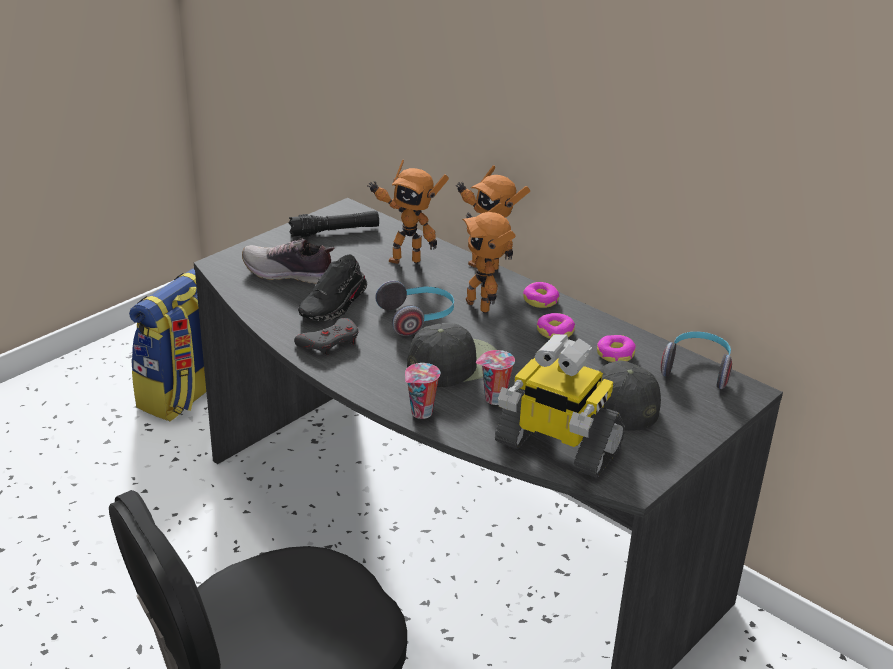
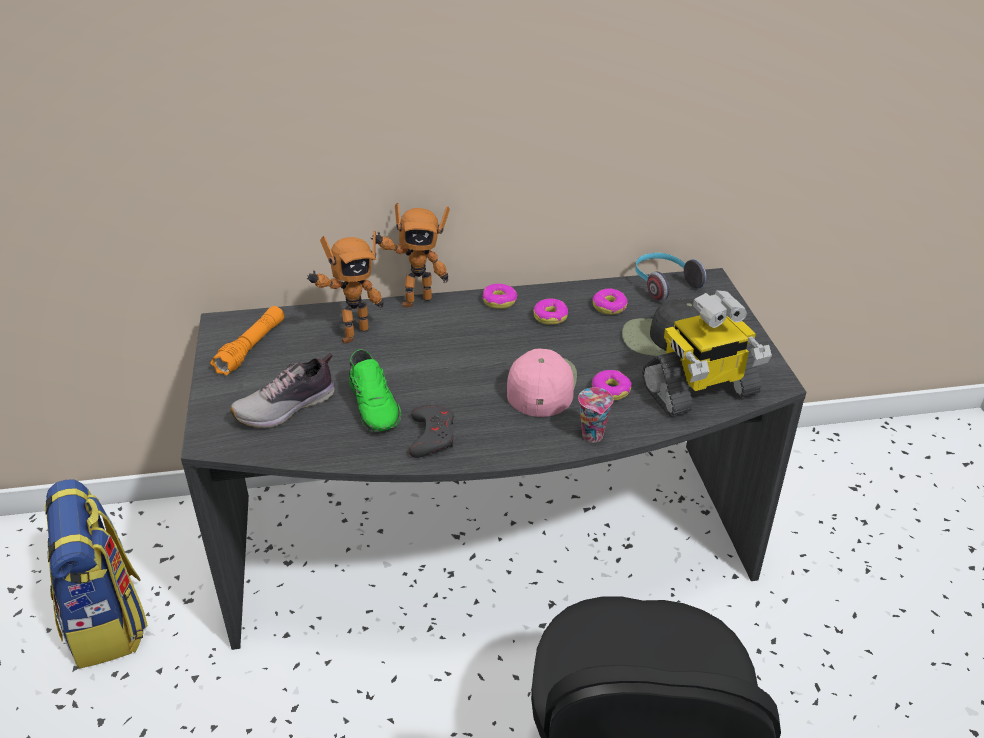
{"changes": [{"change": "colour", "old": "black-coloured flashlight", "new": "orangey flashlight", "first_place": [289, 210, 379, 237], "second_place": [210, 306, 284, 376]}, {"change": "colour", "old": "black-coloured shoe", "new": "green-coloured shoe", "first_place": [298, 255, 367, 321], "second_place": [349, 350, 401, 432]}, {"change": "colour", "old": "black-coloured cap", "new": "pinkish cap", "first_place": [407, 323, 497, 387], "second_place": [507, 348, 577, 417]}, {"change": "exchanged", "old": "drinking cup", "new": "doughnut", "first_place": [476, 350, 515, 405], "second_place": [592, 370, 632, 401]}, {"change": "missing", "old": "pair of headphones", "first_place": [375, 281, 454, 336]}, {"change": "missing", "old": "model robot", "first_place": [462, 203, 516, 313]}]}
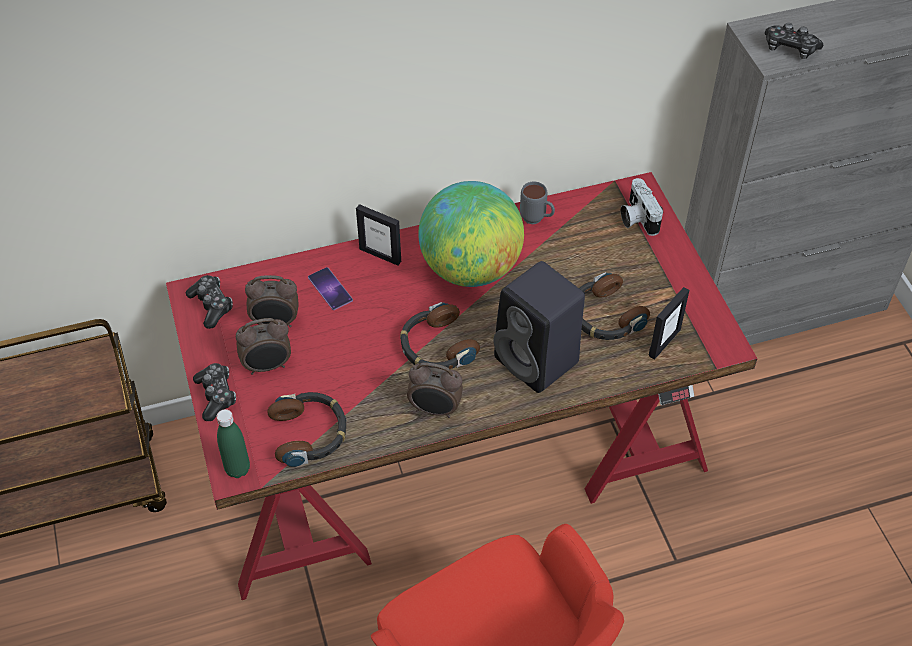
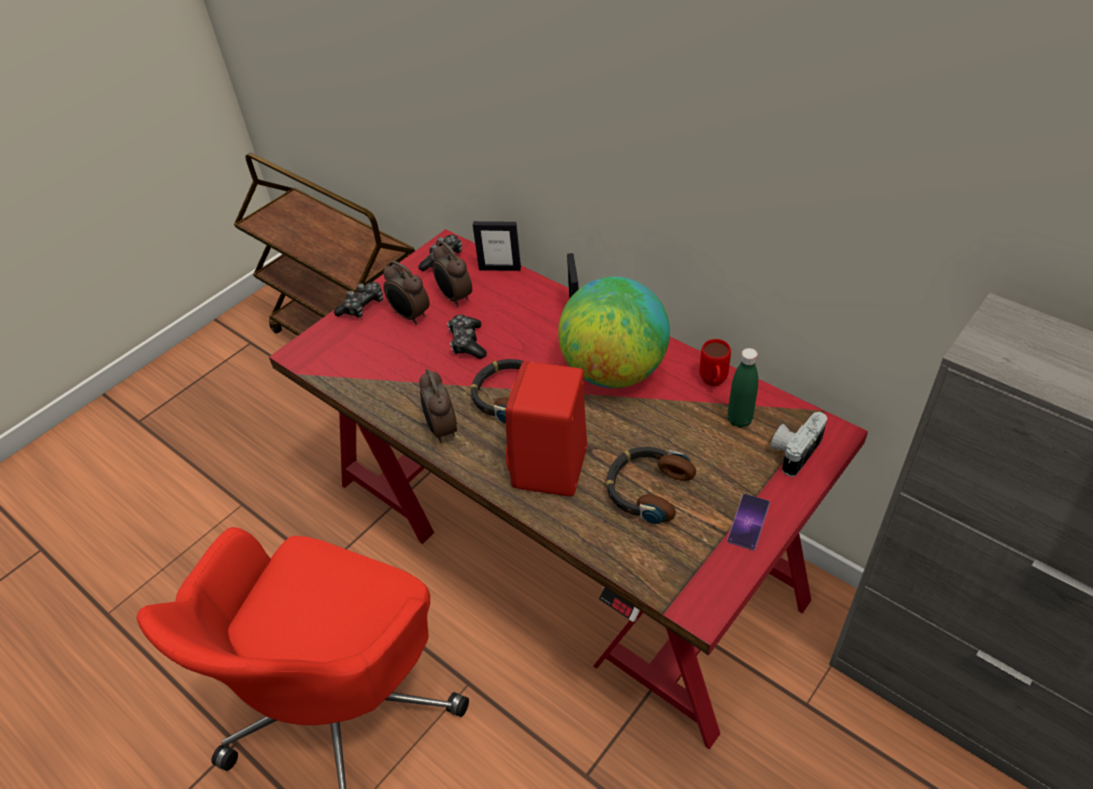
{"changes": [{"change": "relocated", "old": "gamepad", "first_place": [765, 23, 823, 59], "second_place": [447, 315, 487, 359]}, {"change": "relocated", "old": "photo frame", "first_place": [649, 287, 689, 360], "second_place": [473, 221, 521, 271]}, {"change": "colour", "old": "black-coloured audio speaker", "new": "red audio speaker", "first_place": [494, 261, 585, 393], "second_place": [506, 361, 587, 497]}, {"change": "colour", "old": "greyish coffee mug", "new": "red coffee mug", "first_place": [520, 182, 555, 224], "second_place": [699, 339, 731, 386]}, {"change": "relocated", "old": "phone", "first_place": [308, 267, 353, 310], "second_place": [727, 494, 770, 551]}, {"change": "relocated", "old": "green-coloured bottle", "first_place": [217, 409, 250, 478], "second_place": [728, 348, 758, 428]}, {"change": "missing", "old": "pair of headphones", "first_place": [267, 392, 347, 467]}]}
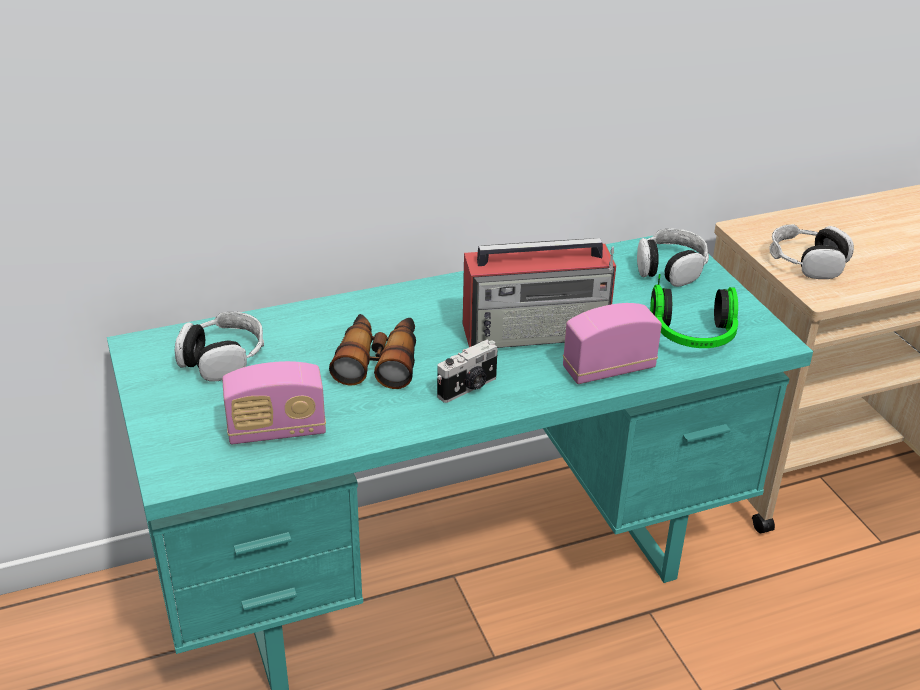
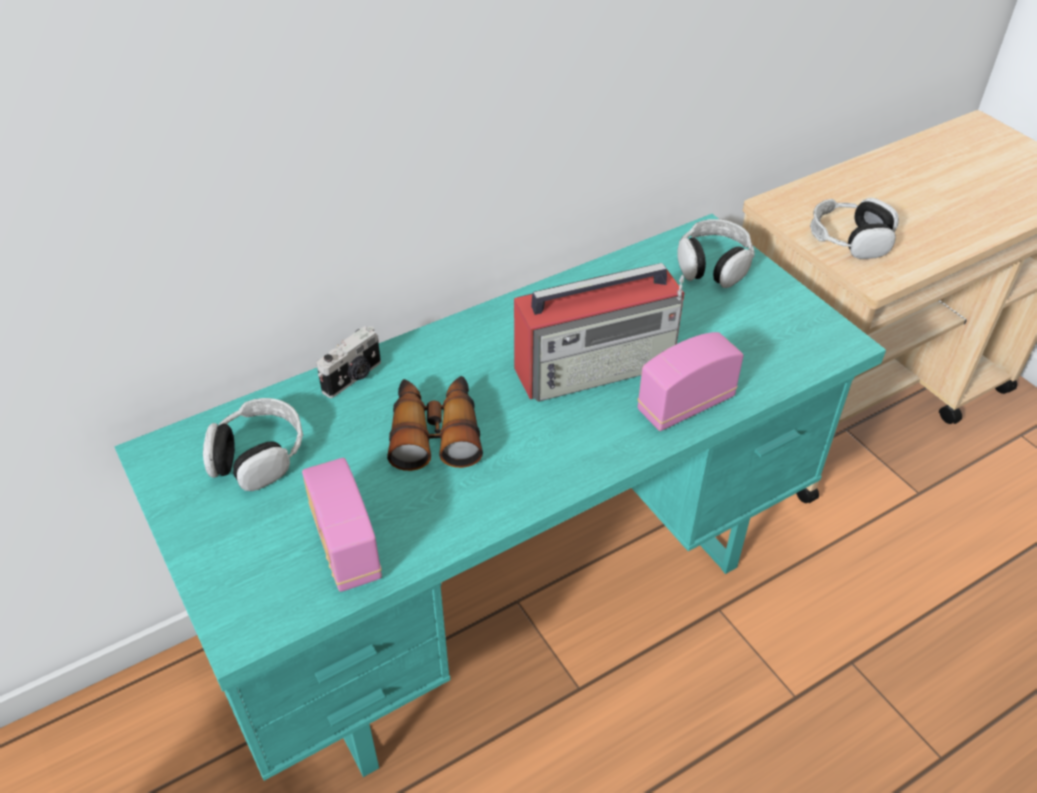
{"changes": [{"change": "spun", "old": "radio set", "first_place": [222, 361, 326, 444], "second_place": [302, 458, 382, 592], "degrees": 90}, {"change": "relocated", "old": "still camera", "first_place": [437, 340, 498, 403], "second_place": [316, 326, 381, 398]}, {"change": "missing", "old": "pair of headphones", "first_place": [650, 274, 738, 348]}]}
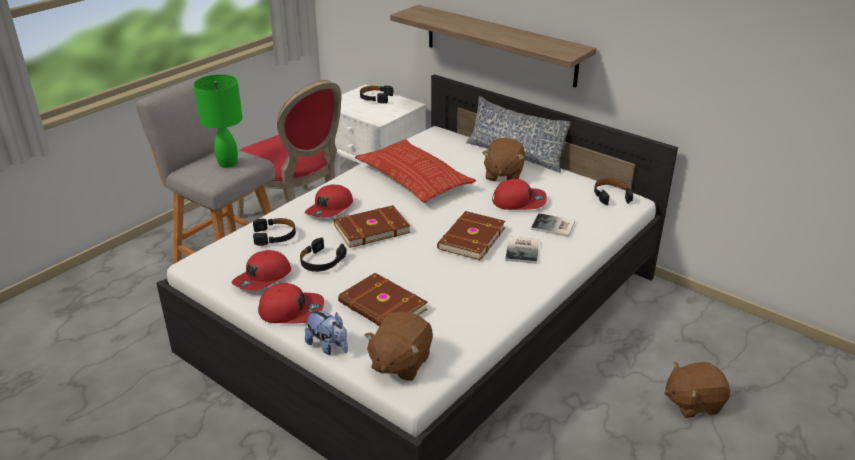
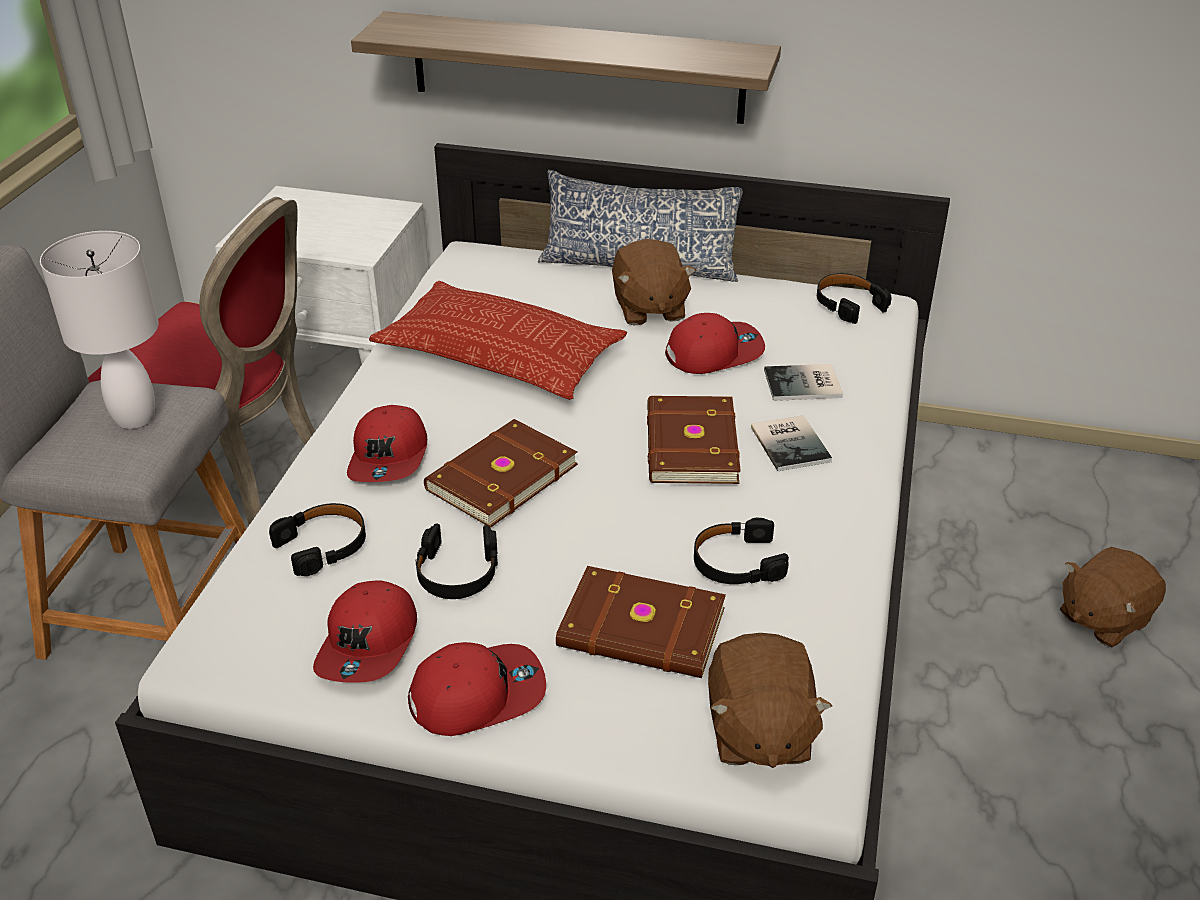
{"changes": [{"change": "colour", "old": "green-coloured table lamp", "new": "white table lamp", "first_place": [194, 75, 243, 168], "second_place": [40, 231, 159, 429]}, {"change": "relocated", "old": "black-coloured pair of headphones", "first_place": [360, 86, 393, 103], "second_place": [694, 518, 789, 584]}, {"change": "missing", "old": "soft toy", "first_place": [305, 309, 348, 355]}]}
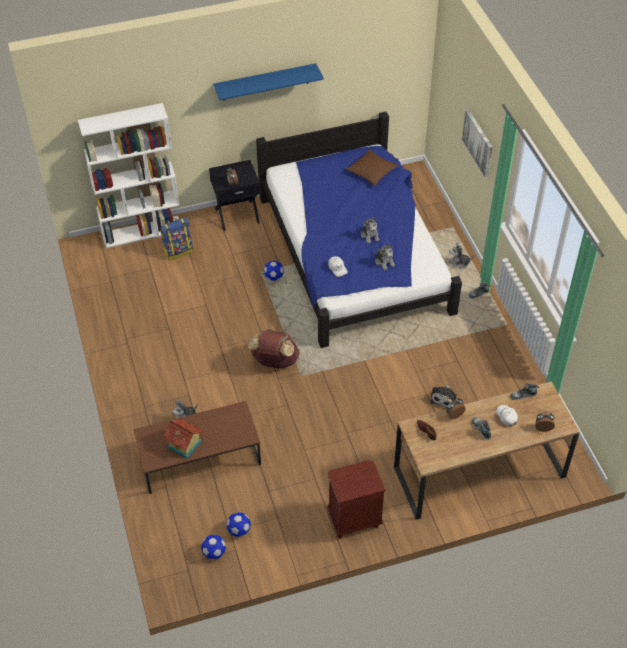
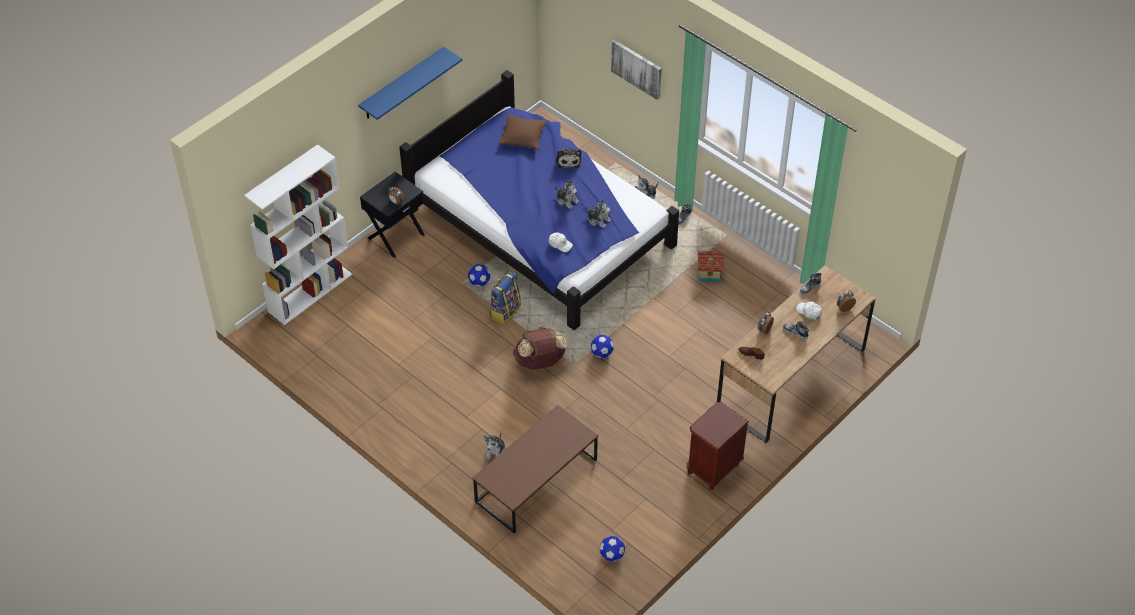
{"changes": [{"change": "relocated", "old": "rucksack", "first_place": [160, 217, 193, 260], "second_place": [490, 272, 521, 325]}, {"change": "relocated", "old": "soft toy", "first_place": [430, 384, 456, 408], "second_place": [556, 148, 581, 169]}, {"change": "relocated", "old": "football ball", "first_place": [227, 512, 251, 537], "second_place": [591, 335, 614, 358]}, {"change": "relocated", "old": "model house", "first_place": [163, 418, 203, 458], "second_place": [698, 251, 724, 282]}]}
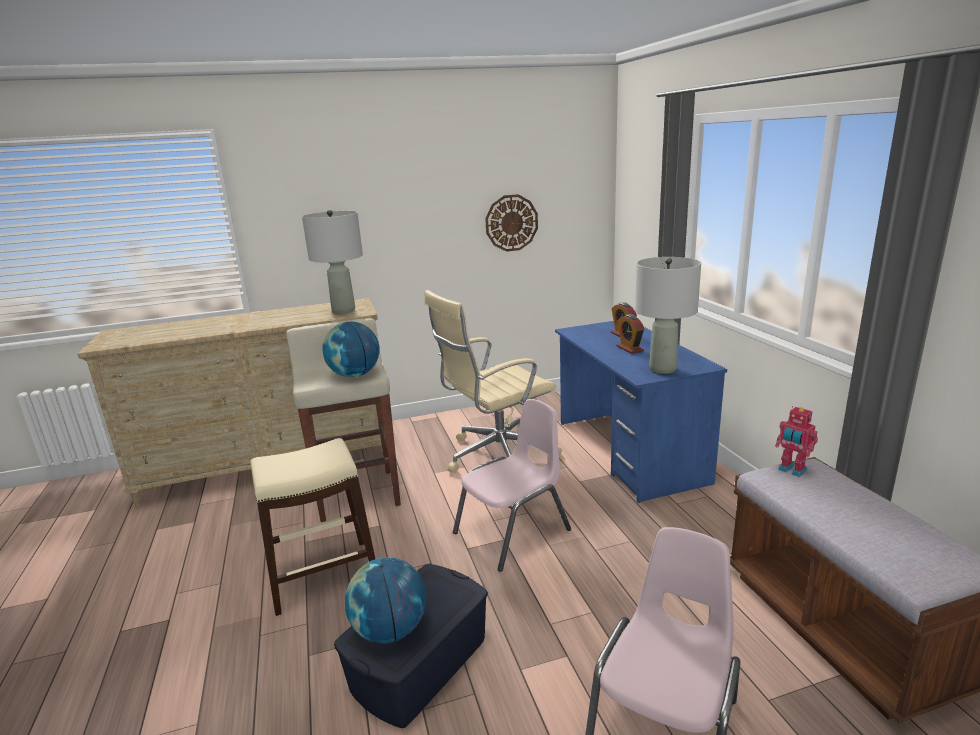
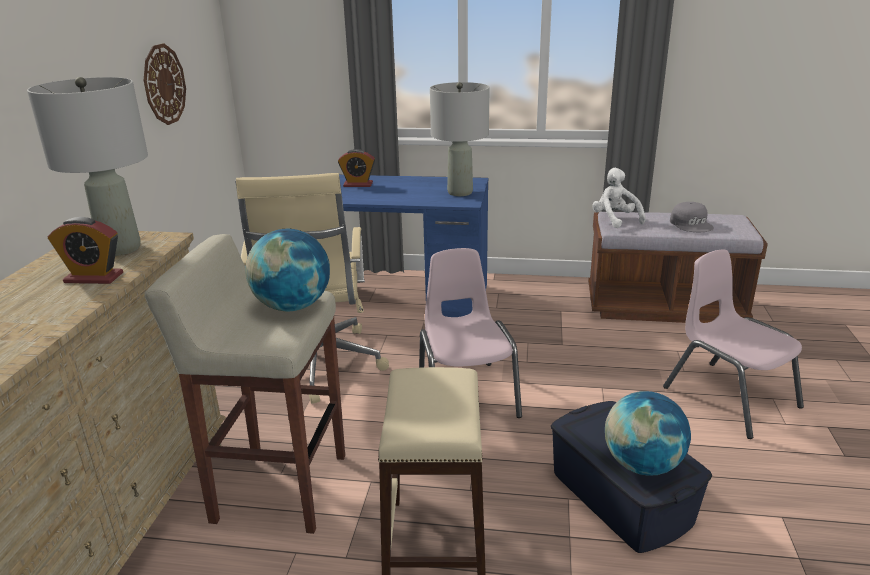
{"changes": [{"change": "relocated", "old": "bedside clock", "first_place": [616, 314, 644, 354], "second_place": [47, 217, 123, 284]}, {"change": "exchanged", "old": "model robot", "new": "white soft toy", "first_place": [775, 406, 818, 477], "second_place": [592, 168, 646, 228]}, {"change": "appeared", "new": "greyish cap", "second_place": [670, 202, 714, 232]}]}
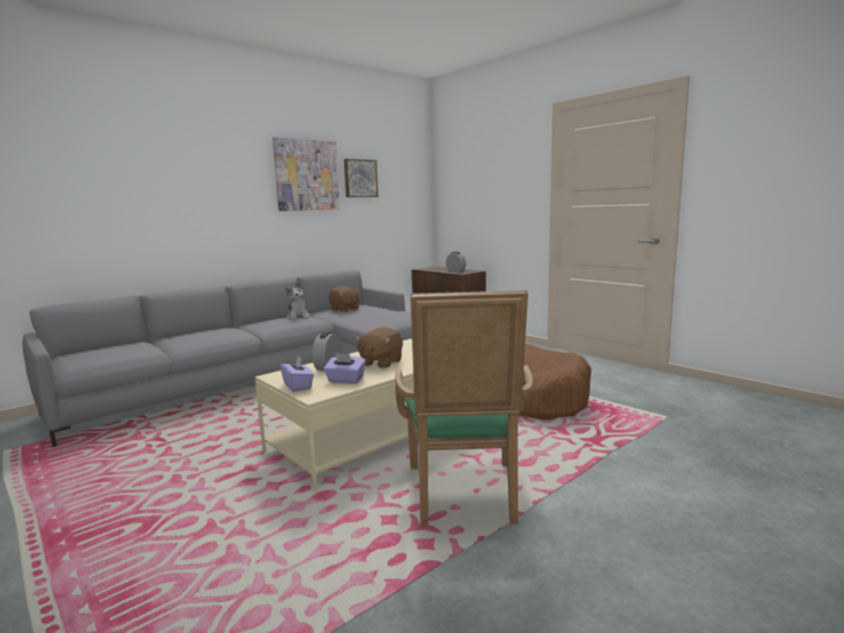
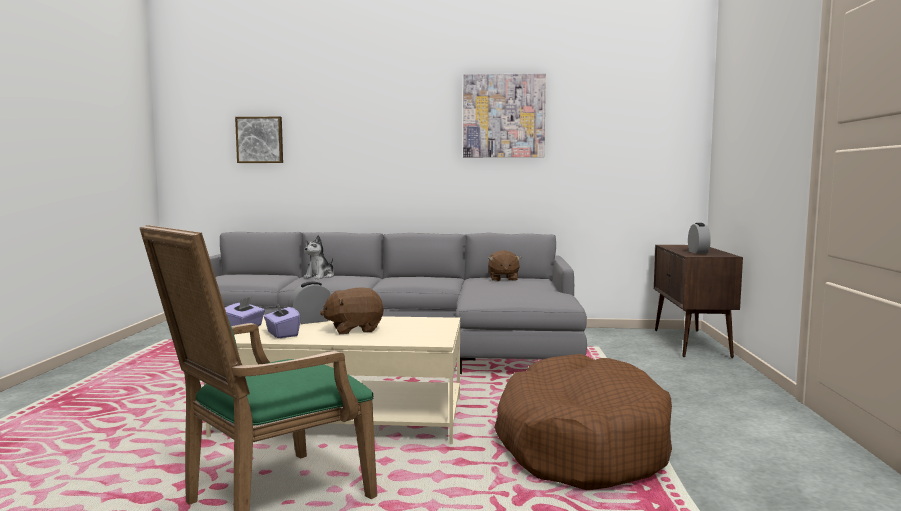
{"changes": [{"change": "relocated", "old": "wall art", "first_place": [344, 159, 378, 197], "second_place": [235, 117, 283, 163]}, {"change": "relocated", "old": "soft toy", "first_place": [284, 281, 310, 319], "second_place": [303, 235, 334, 279]}]}
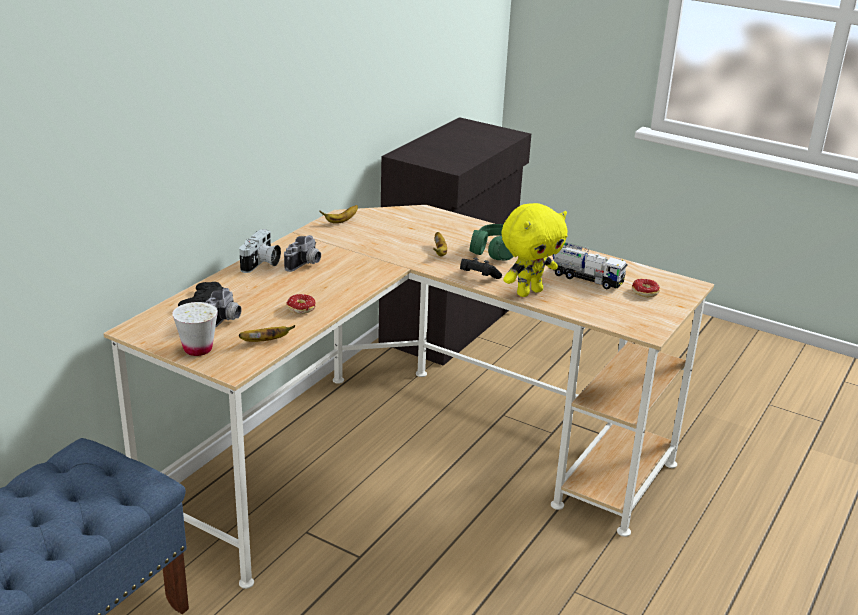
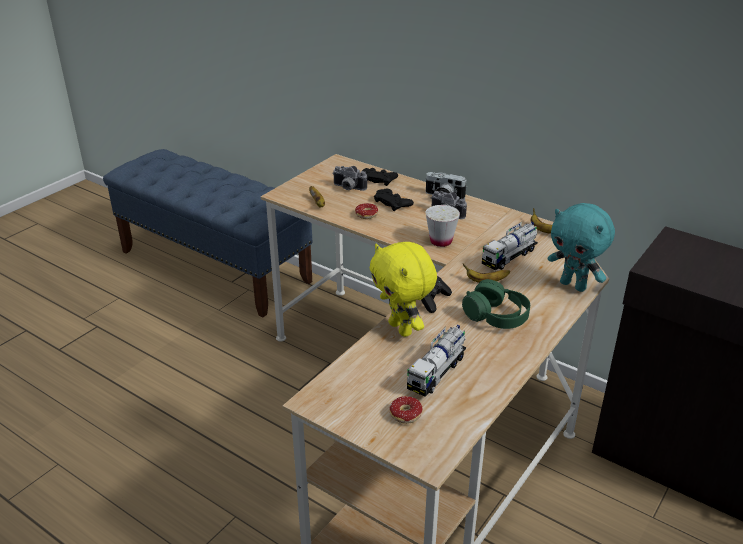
{"changes": [{"change": "appeared", "new": "black-coloured gamepad", "second_place": [374, 189, 414, 211]}, {"change": "relocated", "old": "white drinking cup", "first_place": [172, 302, 218, 356], "second_place": [426, 205, 460, 247]}, {"change": "appeared", "new": "model truck", "second_place": [482, 222, 538, 270]}, {"change": "appeared", "new": "turquoise-coloured soft toy", "second_place": [548, 203, 615, 292]}]}
